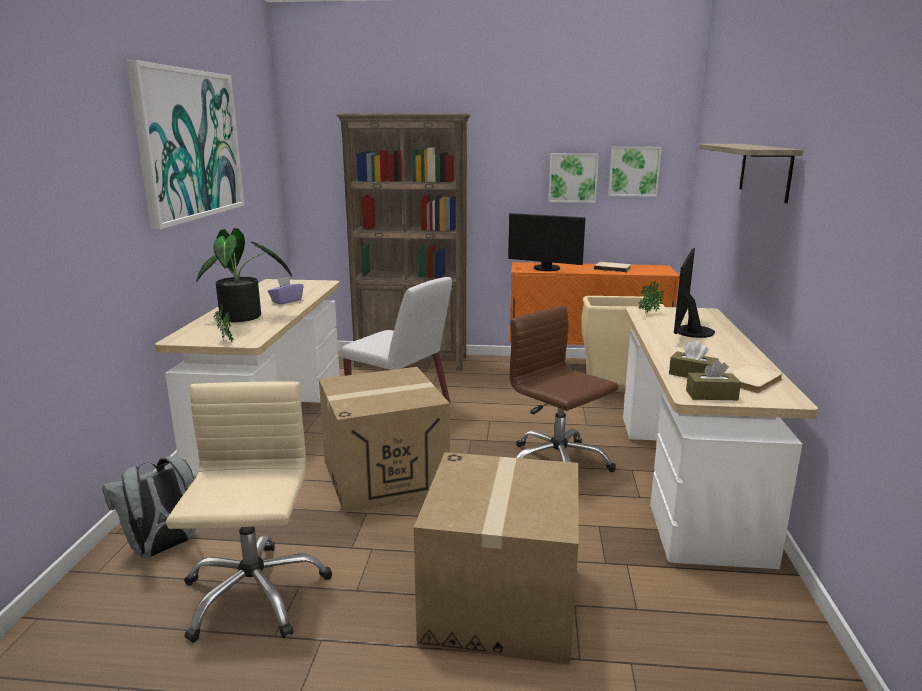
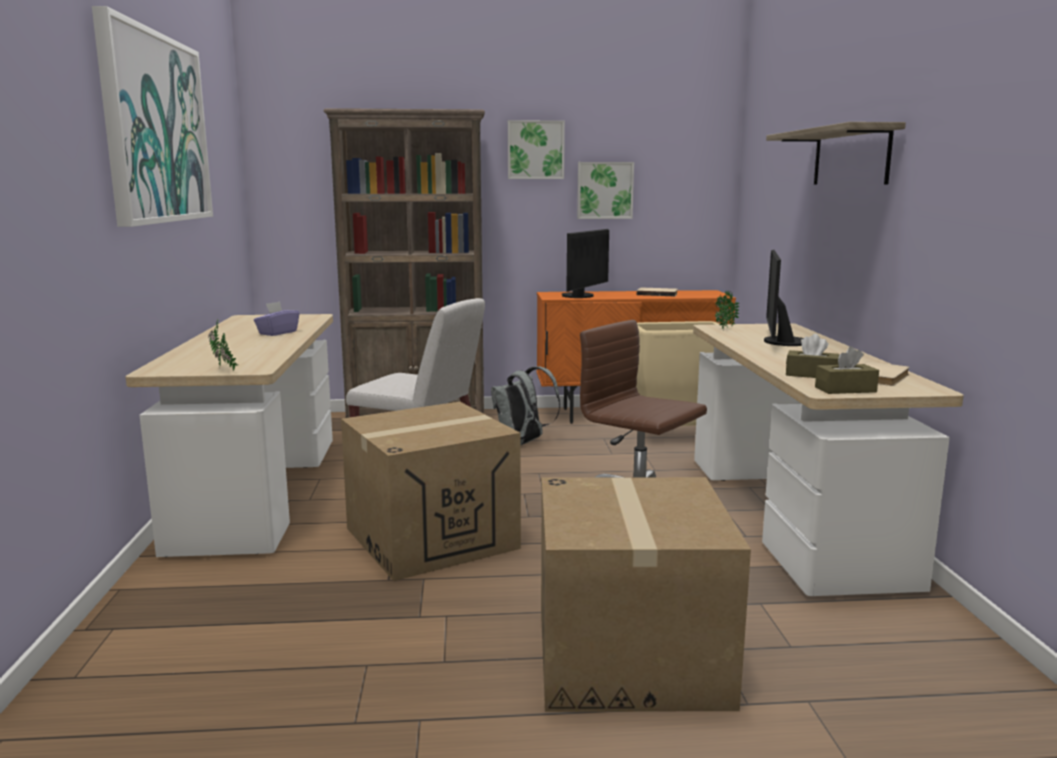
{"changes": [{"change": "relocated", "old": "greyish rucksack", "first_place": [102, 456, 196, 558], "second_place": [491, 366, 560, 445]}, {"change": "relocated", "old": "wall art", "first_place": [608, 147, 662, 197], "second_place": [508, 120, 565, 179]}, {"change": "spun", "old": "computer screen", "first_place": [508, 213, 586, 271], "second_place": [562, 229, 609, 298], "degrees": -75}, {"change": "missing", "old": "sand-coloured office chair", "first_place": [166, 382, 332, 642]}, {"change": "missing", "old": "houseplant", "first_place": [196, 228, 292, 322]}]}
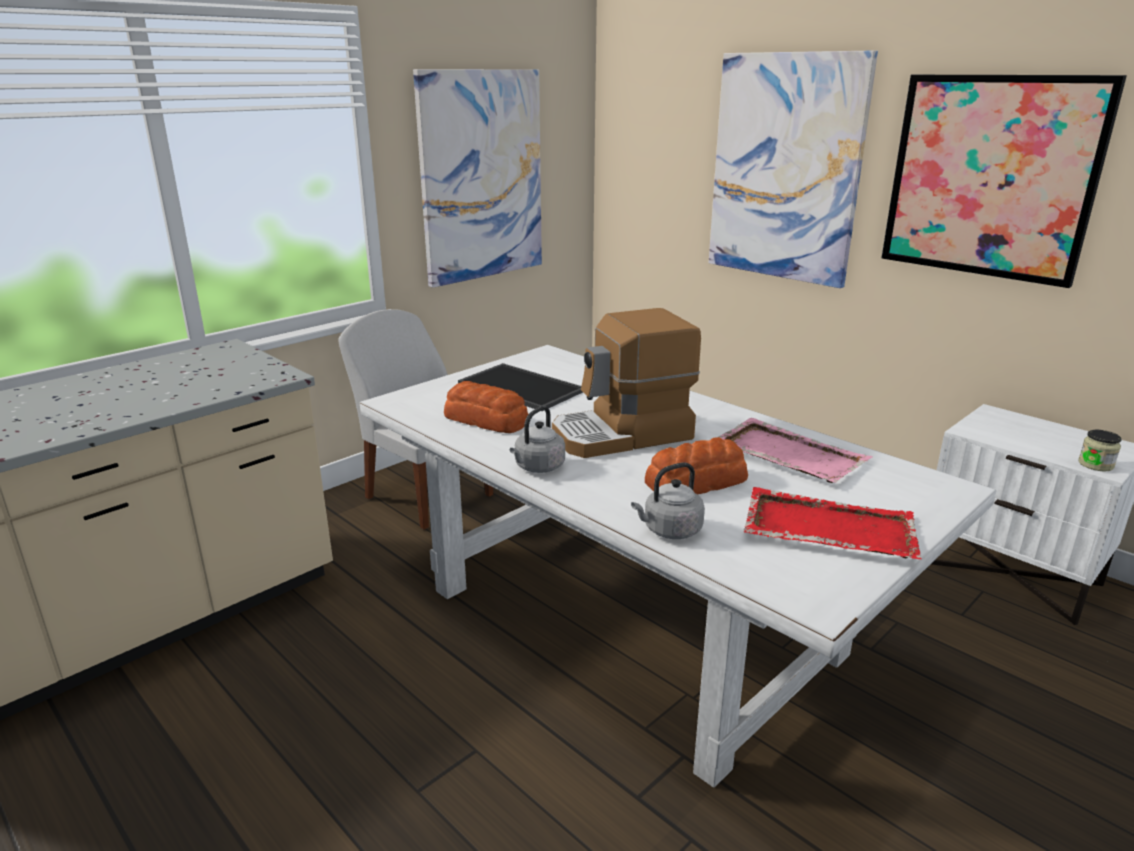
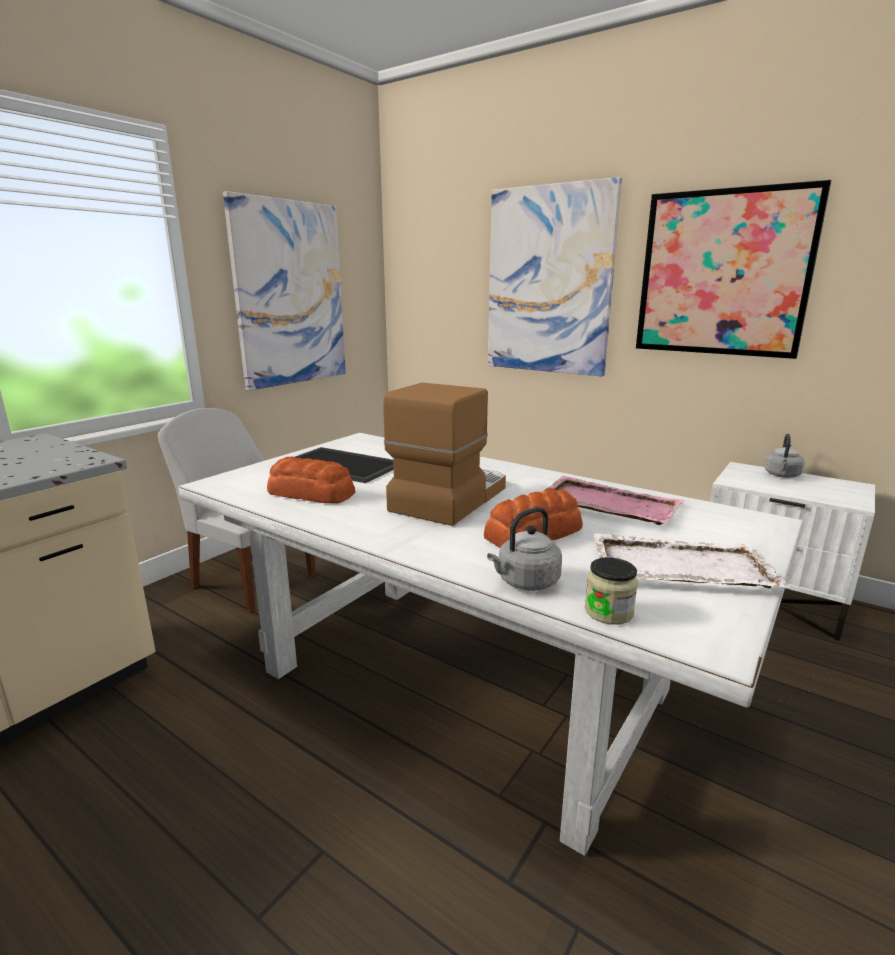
{"changes": [{"change": "spun", "old": "coffee brewer", "first_place": [552, 308, 701, 458], "second_place": [383, 383, 506, 526], "degrees": 150}, {"change": "relocated", "old": "storage jar", "first_place": [1078, 430, 1122, 471], "second_place": [585, 557, 638, 625]}, {"change": "colour", "old": "red tray", "new": "white tray", "first_place": [744, 487, 921, 559], "second_place": [593, 533, 789, 588]}, {"change": "relocated", "old": "greyish tea kettle", "first_place": [510, 406, 565, 473], "second_place": [765, 434, 805, 478]}]}
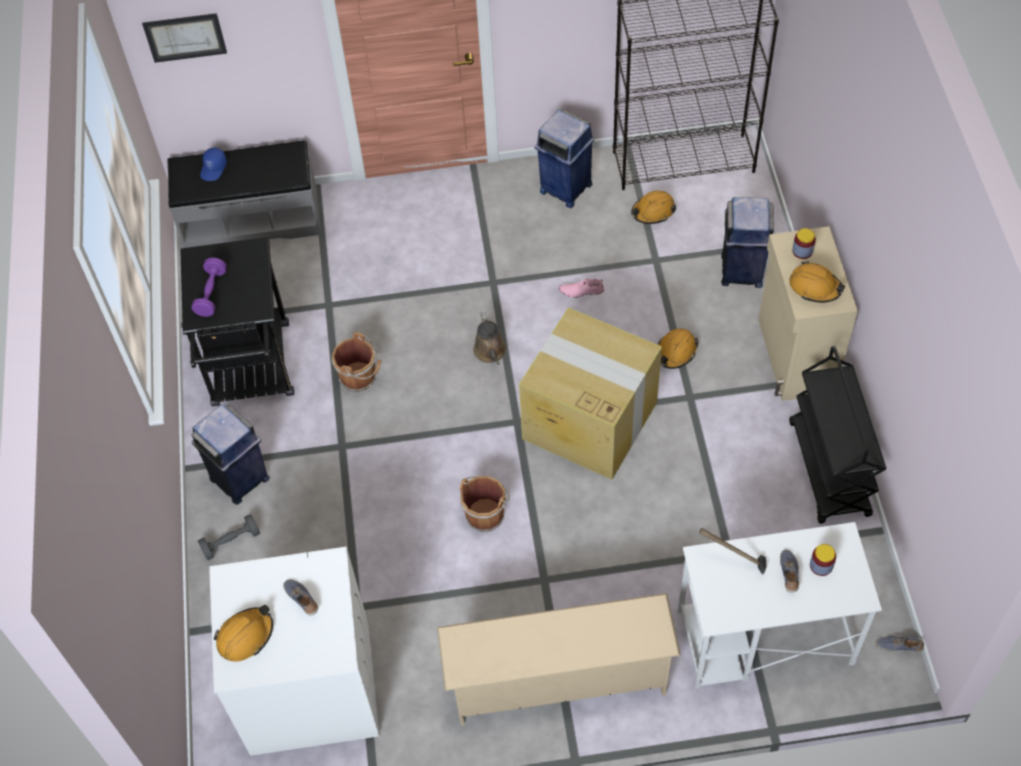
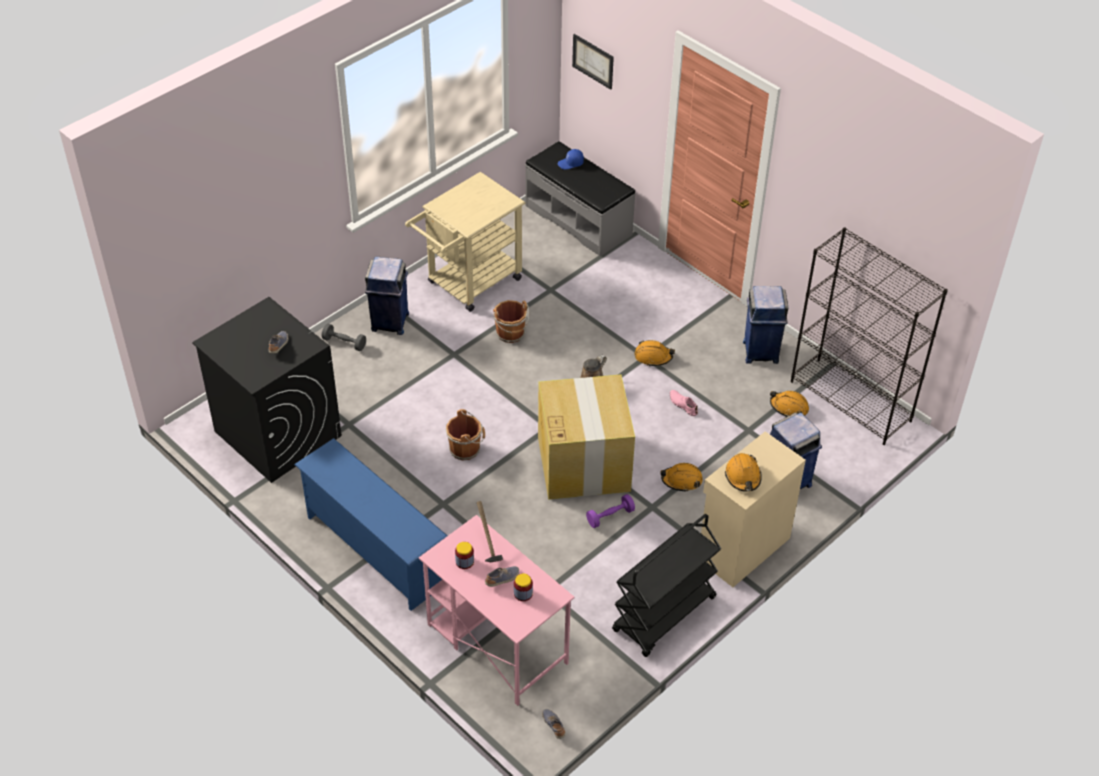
{"changes": [{"change": "colour", "old": "white washing machine", "new": "black-coloured washing machine", "first_place": [209, 547, 379, 756], "second_place": [192, 297, 342, 483]}, {"change": "colour", "old": "sand-coloured shoe stand", "new": "blue shoe stand", "first_place": [437, 593, 681, 726], "second_place": [294, 438, 448, 611]}, {"change": "colour", "old": "black-coloured cart", "new": "sand-coloured cart", "first_place": [180, 237, 294, 406], "second_place": [405, 172, 526, 312]}, {"change": "colour", "old": "white desk", "new": "pinkish desk", "first_place": [678, 522, 882, 689], "second_place": [419, 515, 575, 706]}, {"change": "relocated", "old": "storage jar", "first_place": [792, 228, 816, 259], "second_place": [455, 542, 474, 569]}, {"change": "relocated", "old": "purplish hand weight", "first_place": [192, 258, 227, 317], "second_place": [586, 494, 635, 528]}, {"change": "relocated", "old": "orangey safety helmet", "first_place": [214, 605, 273, 662], "second_place": [634, 340, 675, 366]}]}
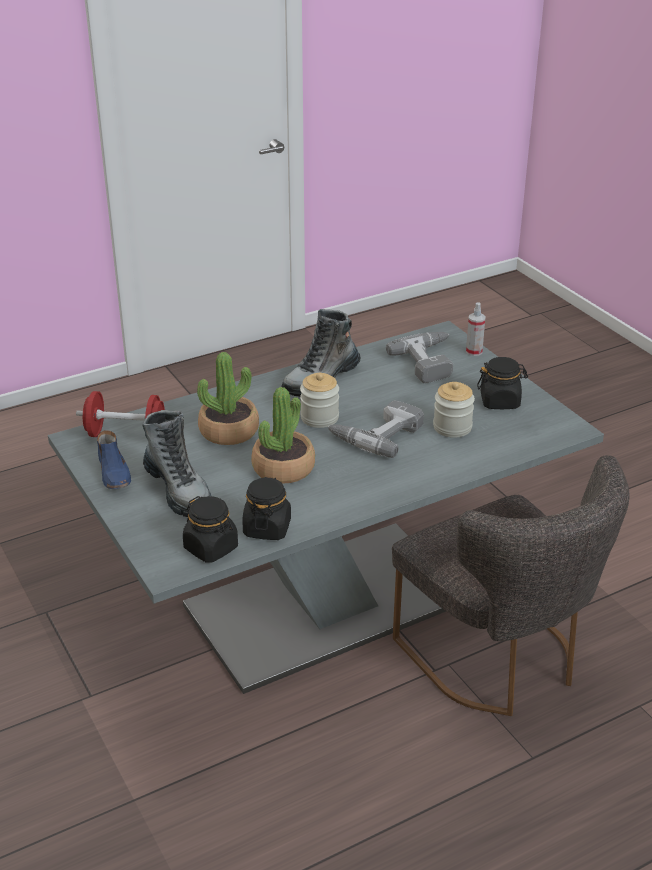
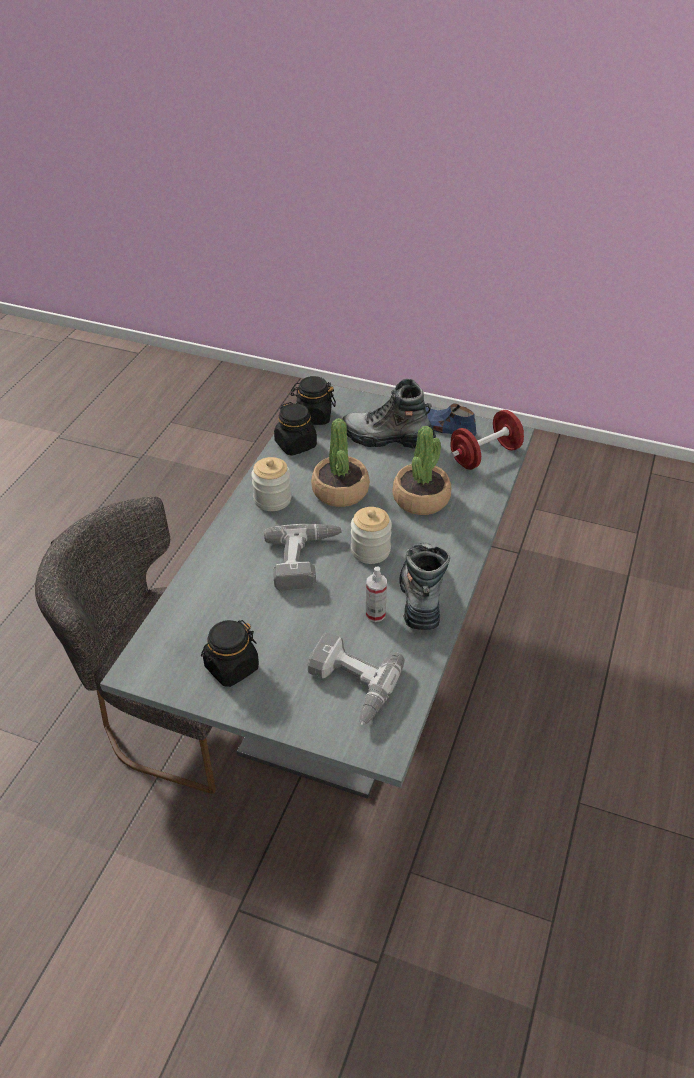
{"changes": [{"change": "relocated", "old": "storage jar", "first_place": [433, 382, 475, 438], "second_place": [251, 457, 291, 511]}, {"change": "relocated", "old": "sprayer", "first_place": [466, 302, 486, 356], "second_place": [366, 566, 387, 622]}]}
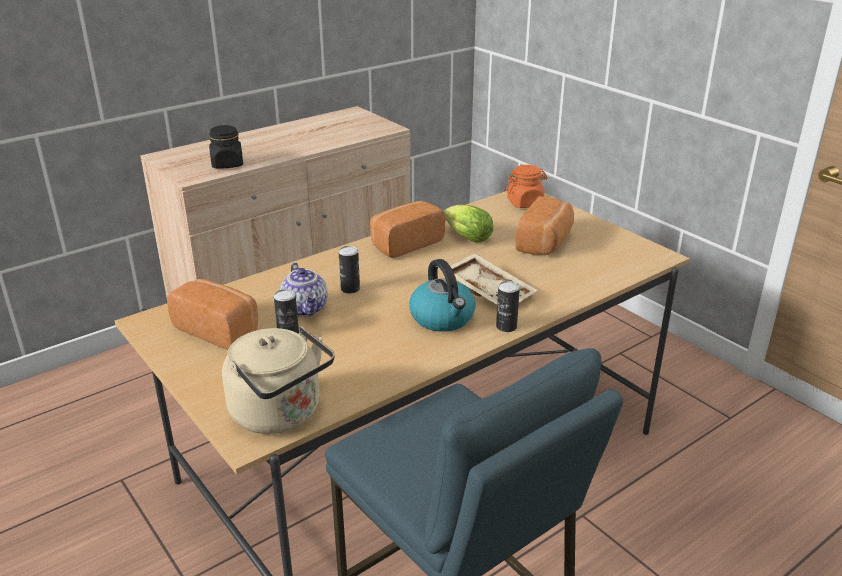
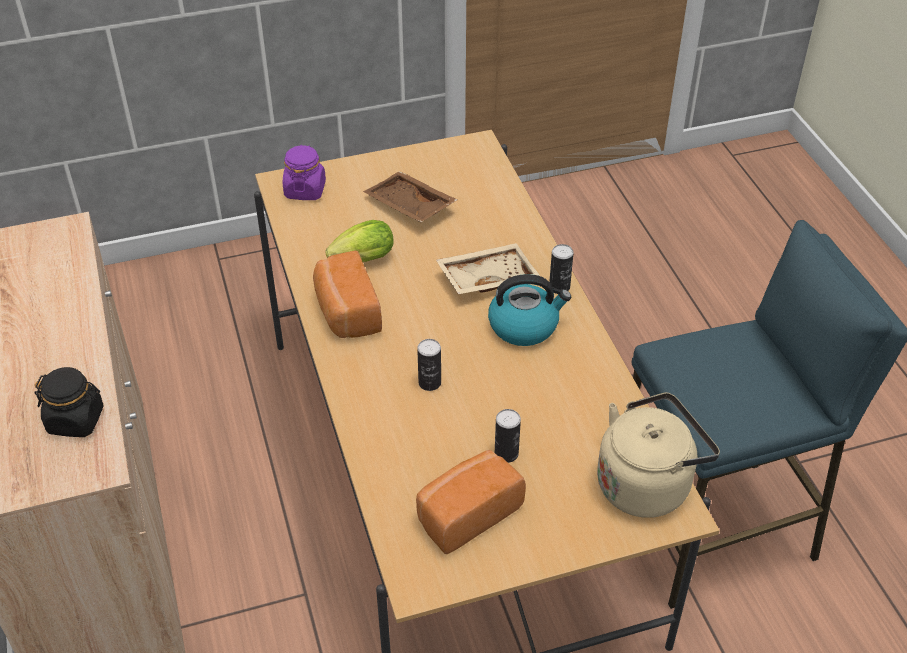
{"changes": [{"change": "colour", "old": "orangey storage jar", "new": "purplish storage jar", "first_place": [506, 165, 548, 208], "second_place": [283, 145, 326, 200]}, {"change": "exchanged", "old": "baked bread", "new": "brown-coloured tray", "first_place": [516, 196, 574, 255], "second_place": [363, 171, 457, 222]}, {"change": "missing", "old": "tea pot", "first_place": [280, 263, 328, 317]}]}
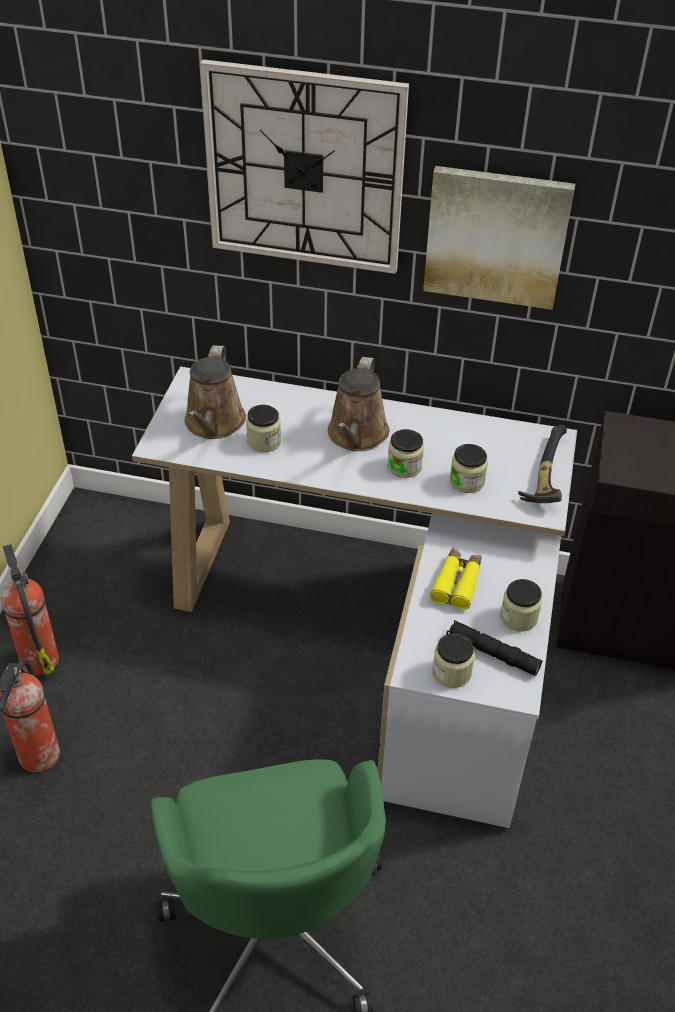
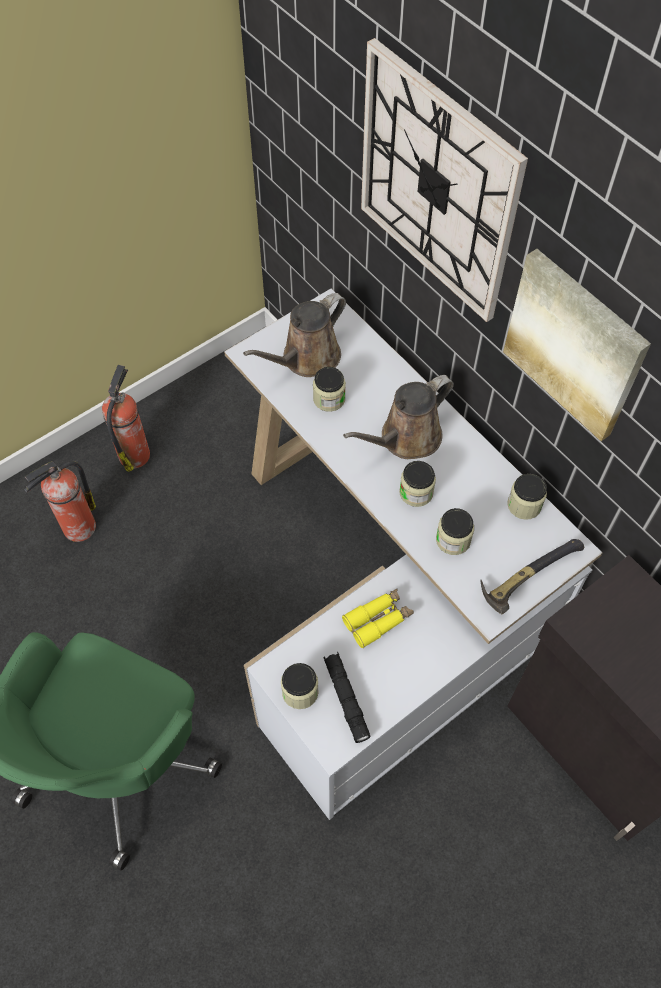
{"changes": [{"change": "relocated", "old": "storage jar", "first_place": [500, 579, 542, 632], "second_place": [507, 474, 547, 520]}]}
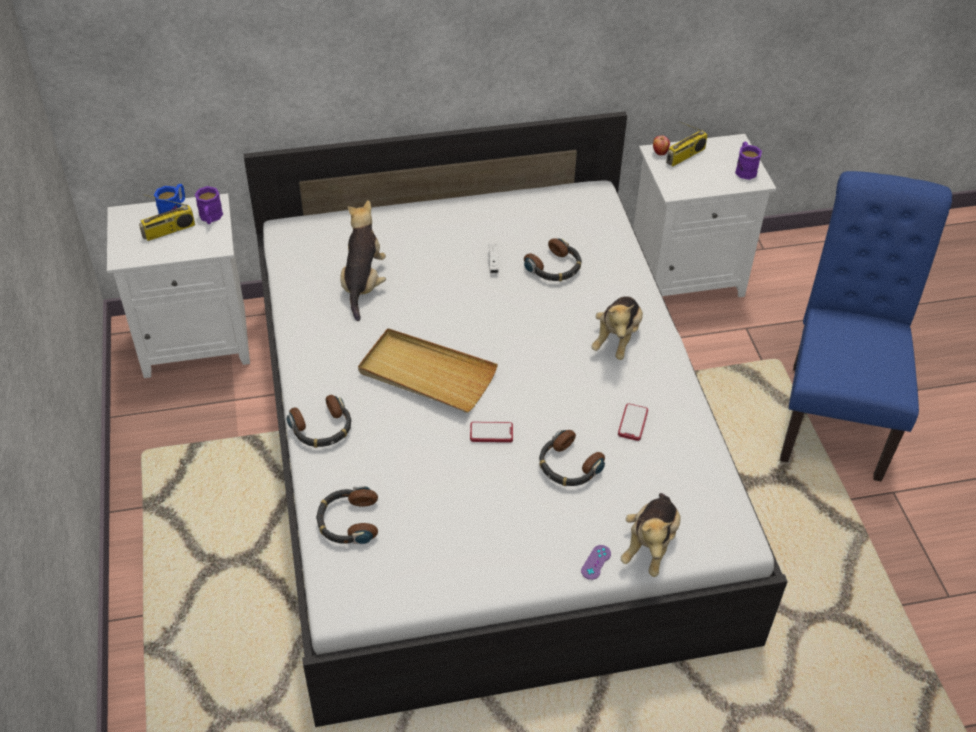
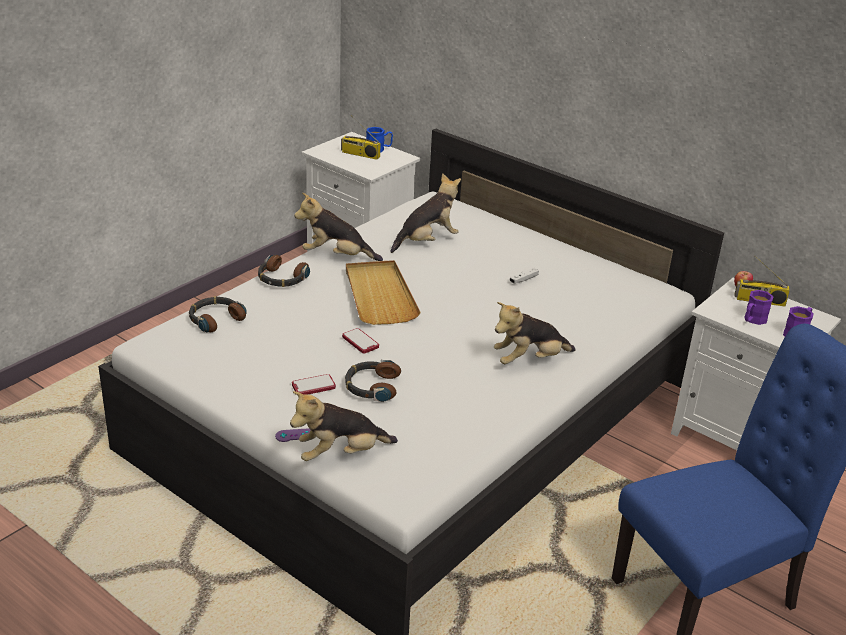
{"changes": [{"change": "relocated", "old": "phone", "first_place": [618, 403, 648, 441], "second_place": [292, 374, 336, 395]}, {"change": "appeared", "new": "soft toy", "second_place": [294, 193, 383, 261]}, {"change": "relocated", "old": "purplish coffee mug", "first_place": [195, 186, 223, 224], "second_place": [744, 290, 774, 325]}, {"change": "missing", "old": "pair of headphones", "first_place": [524, 238, 582, 281]}]}
